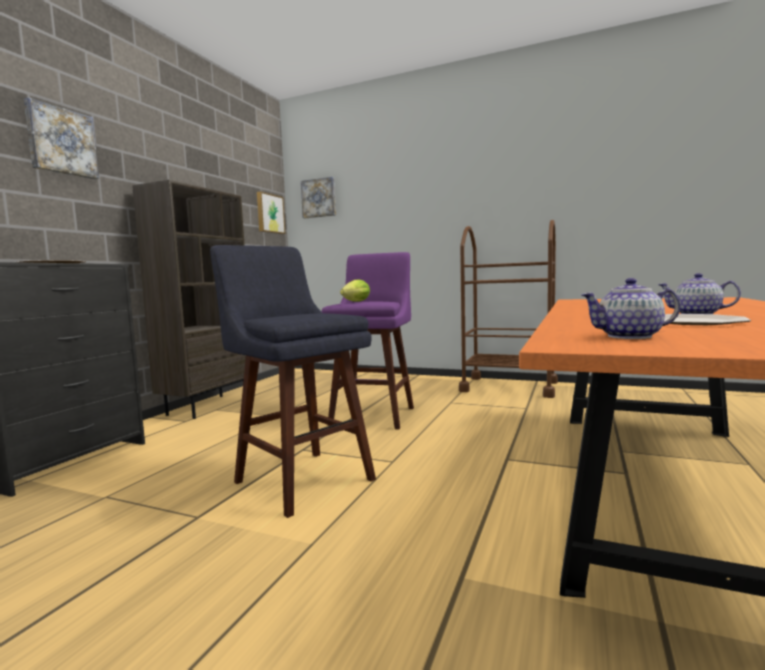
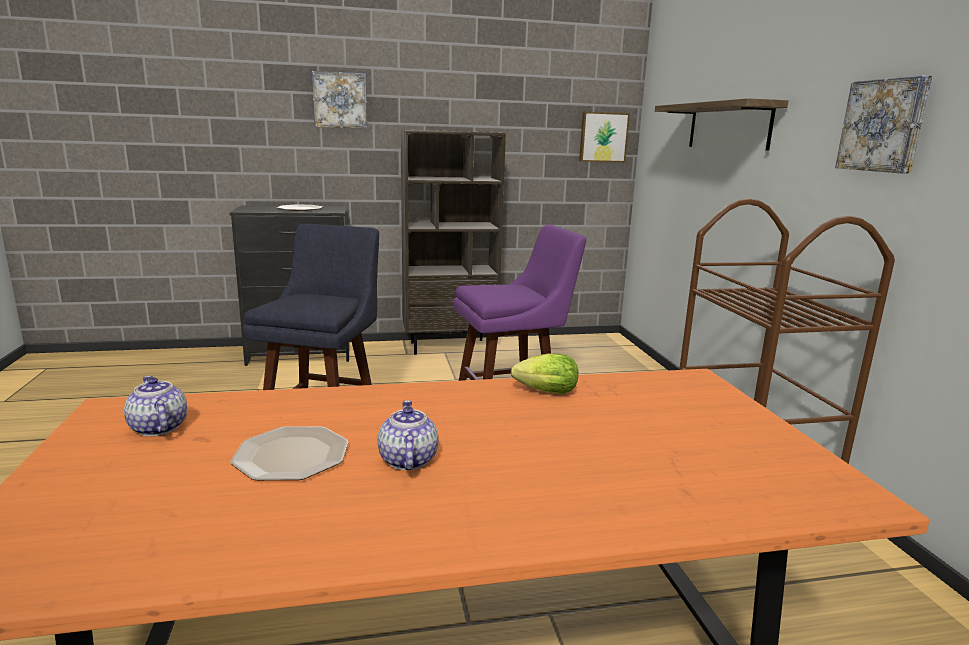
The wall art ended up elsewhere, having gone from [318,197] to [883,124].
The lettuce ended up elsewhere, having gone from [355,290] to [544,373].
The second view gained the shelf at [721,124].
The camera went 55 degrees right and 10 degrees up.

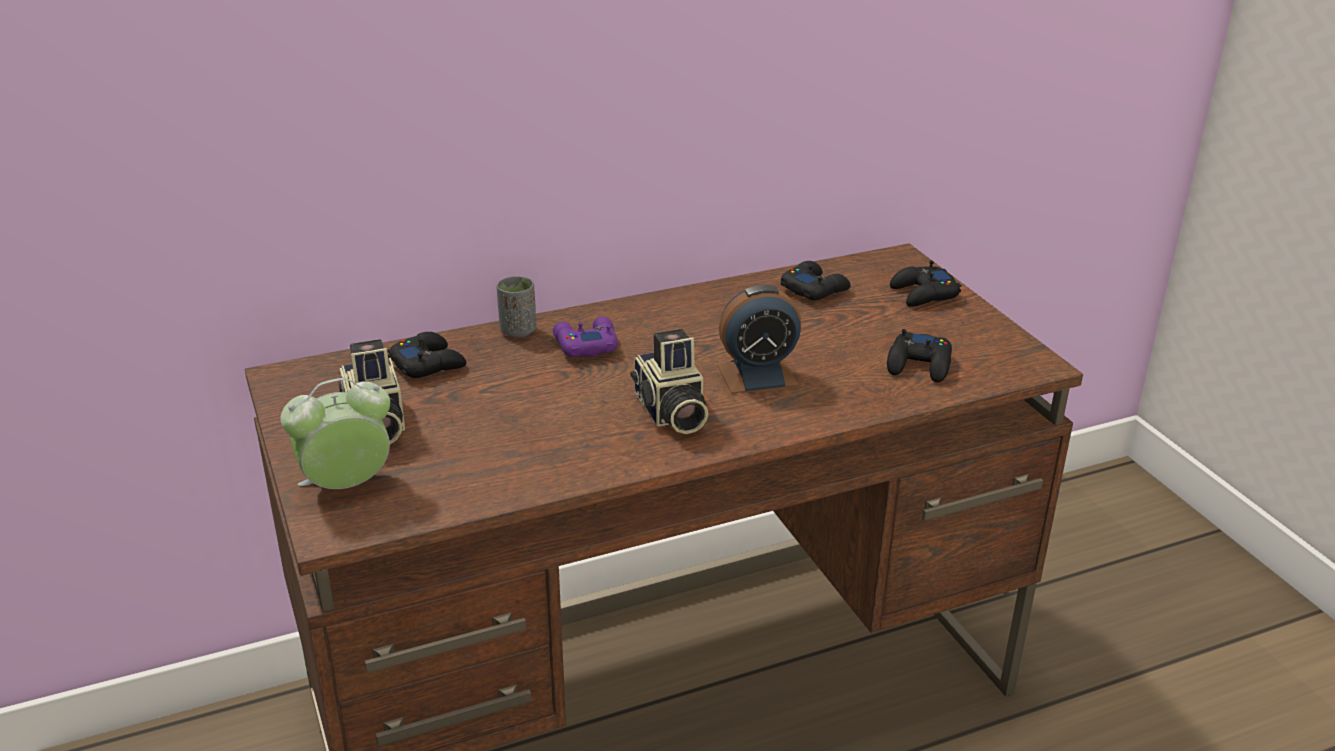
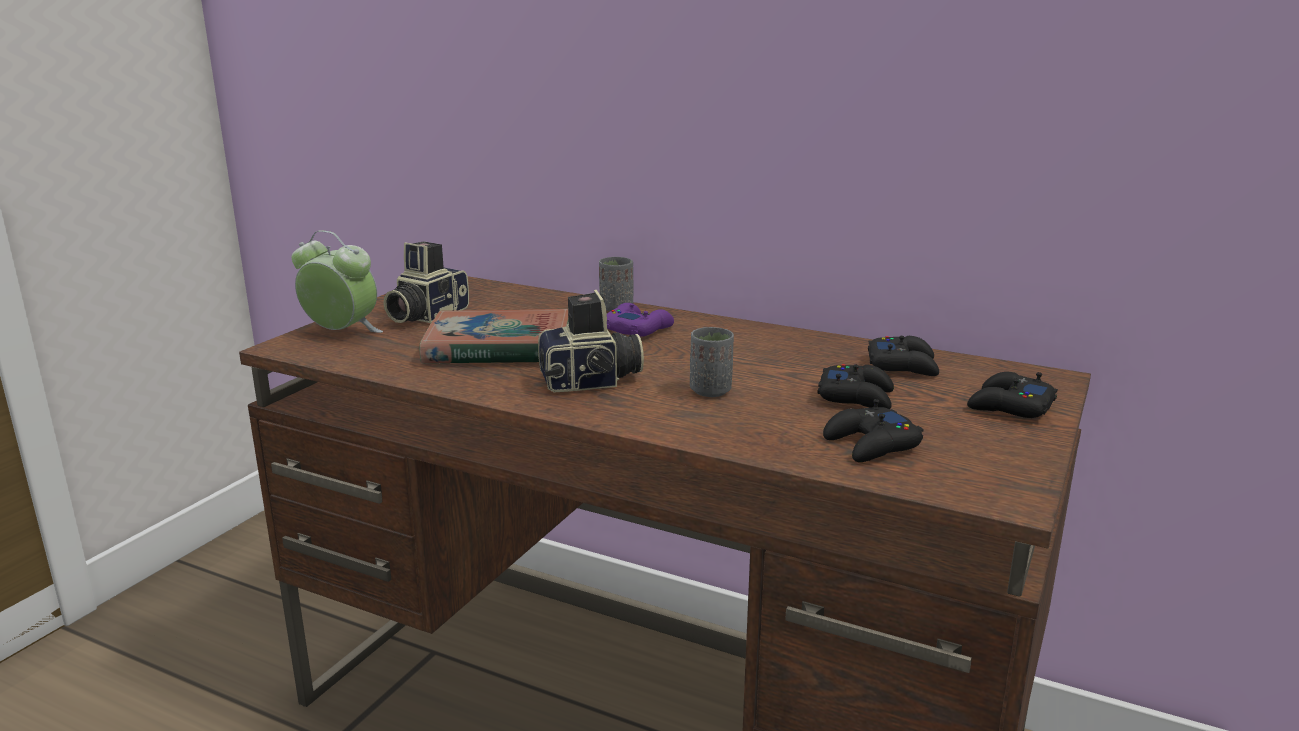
The gamepad (black) ended up elsewhere, having gone from [427,355] to [855,386].
The photo camera at [669,381] ended up facing another way, 135 degrees counterclockwise from before.
Where the bedside clock stood at [759,339], the drinking cup (gray) came to stand at [712,362].
The second view gained the bound book at [494,336].
The camera went 50 degrees right and 10 degrees down.

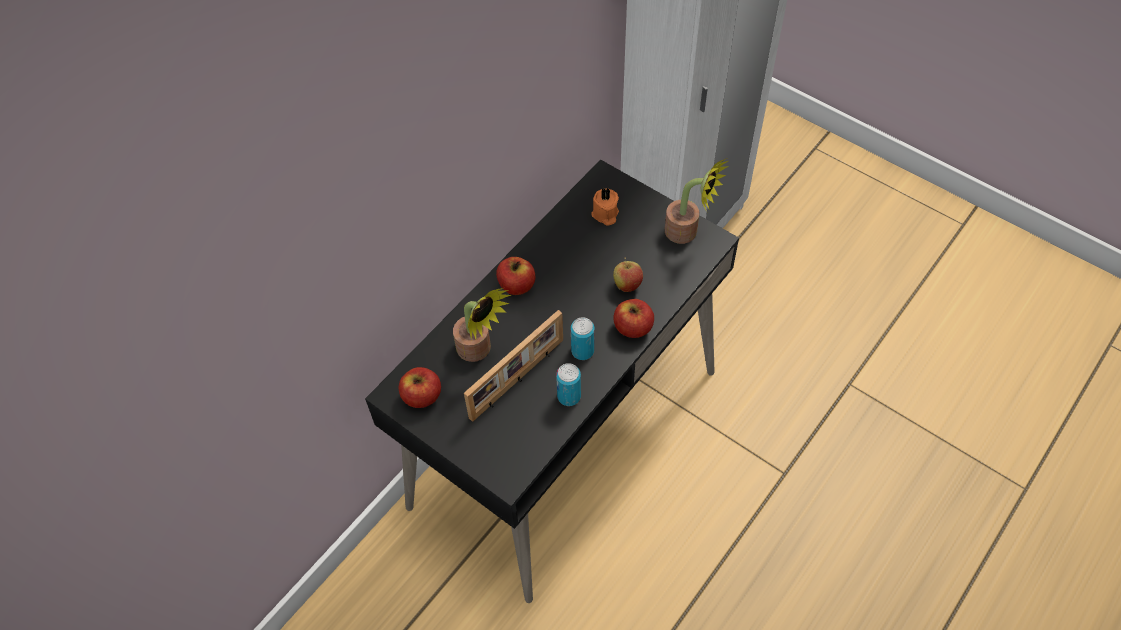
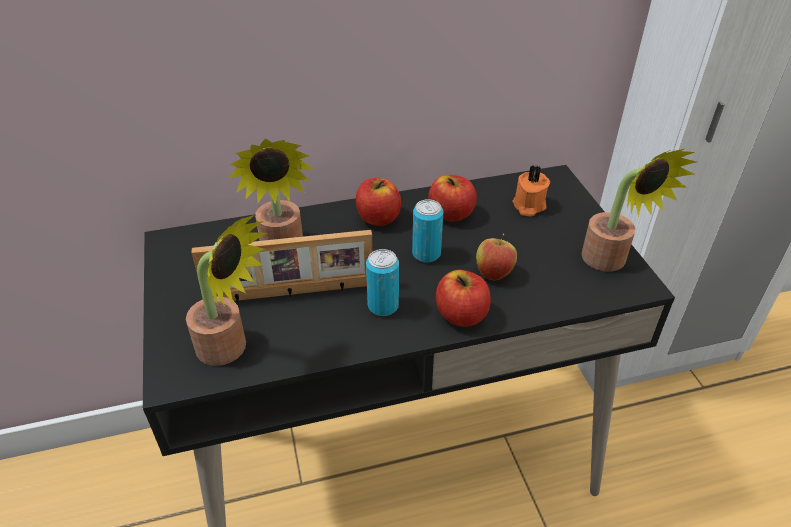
The apple fruit ended up elsewhere, having gone from [420,387] to [452,198].
The metal can ended up elsewhere, having gone from [568,384] to [427,231].
The second view gained the potted plant at [226,290].
The camera went 35 degrees right and 15 degrees down.

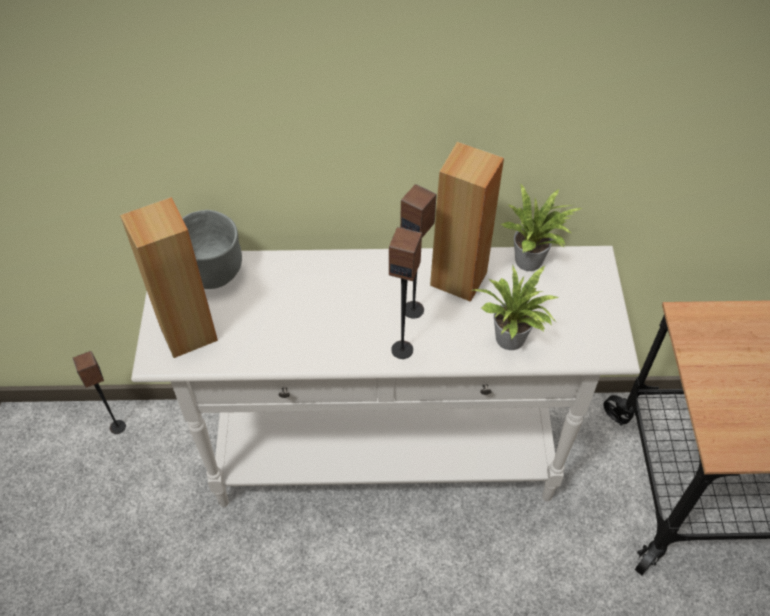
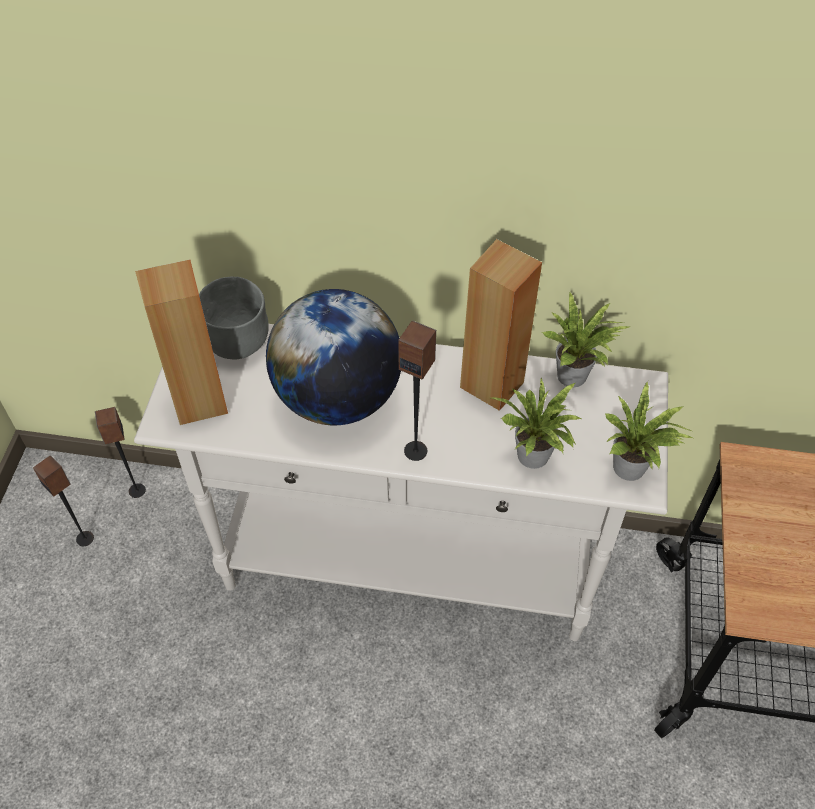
The audio speaker ended up elsewhere, having gone from [418,251] to [63,500].
The second view gained the desk globe at [333,357].
The second view gained the potted plant at [649,431].
The camera went 10 degrees right and 0 degrees up.

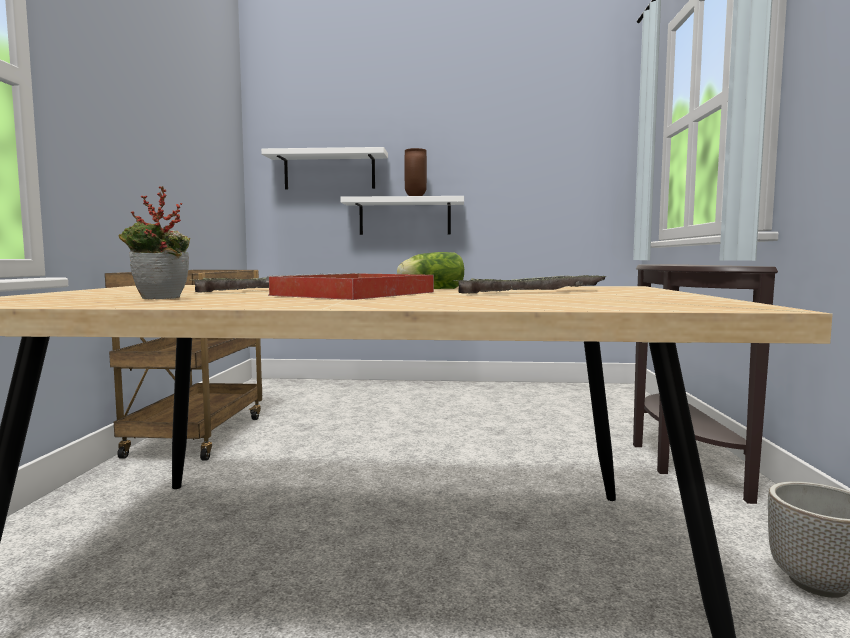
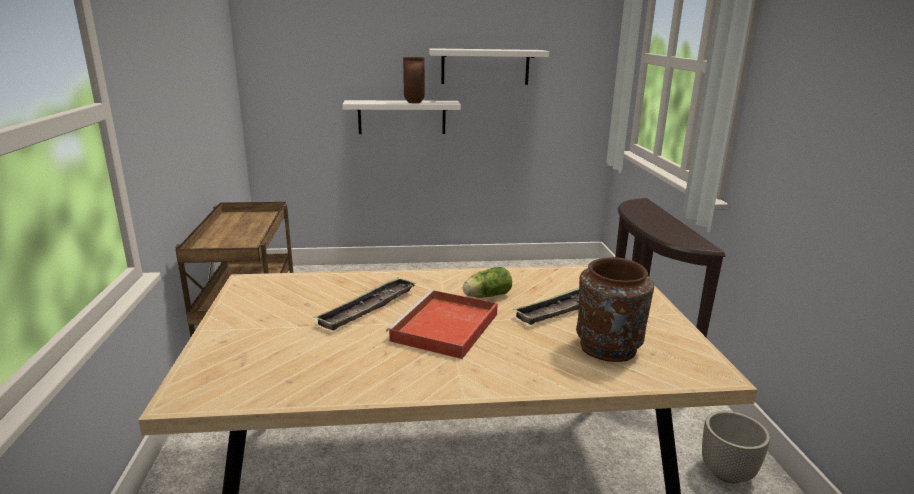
The second view lost the potted plant at [155,242].
The shelf (whitish) ended up elsewhere, having gone from [324,168] to [489,66].
The second view gained the vase (brownish) at [615,309].
The camera went 10 degrees left and 15 degrees up.

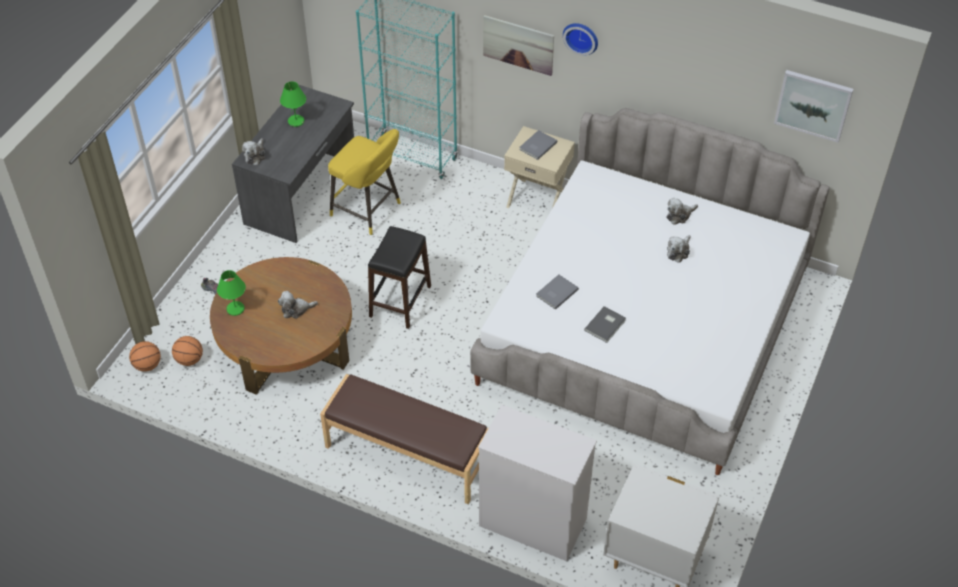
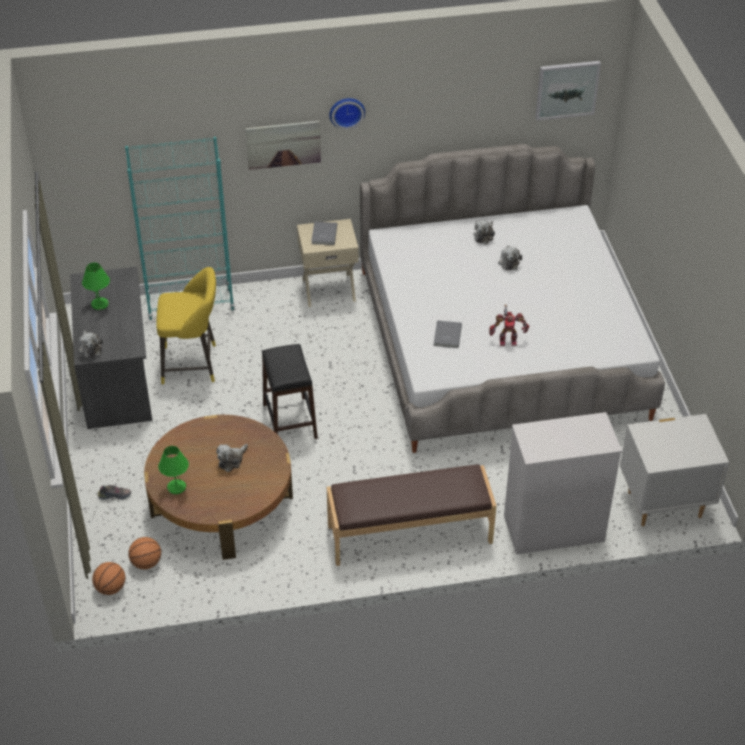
Where the bound book (gray) stood at [605,324], the toy robot came to stand at [509,325].
The camera went 35 degrees left and 5 degrees down.

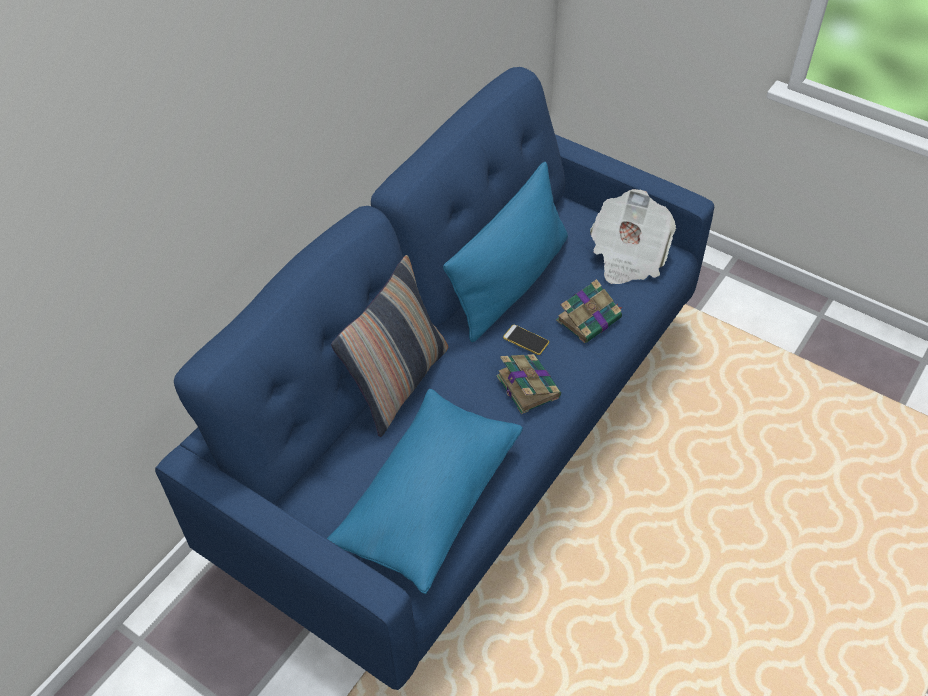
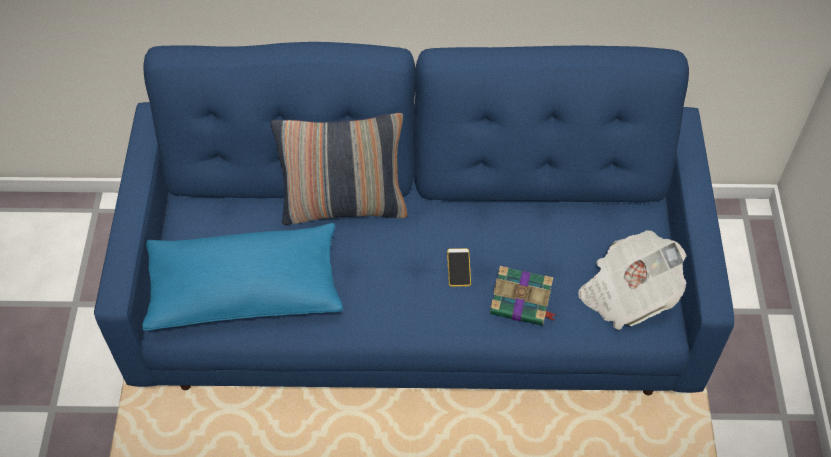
The second view lost the pillow (blue) at [505,252].
The second view lost the bound book at [528,384].
The camera went 55 degrees right and 5 degrees up.

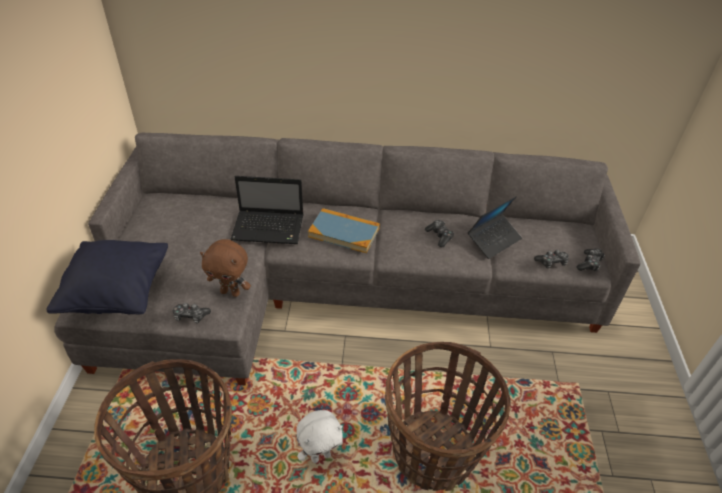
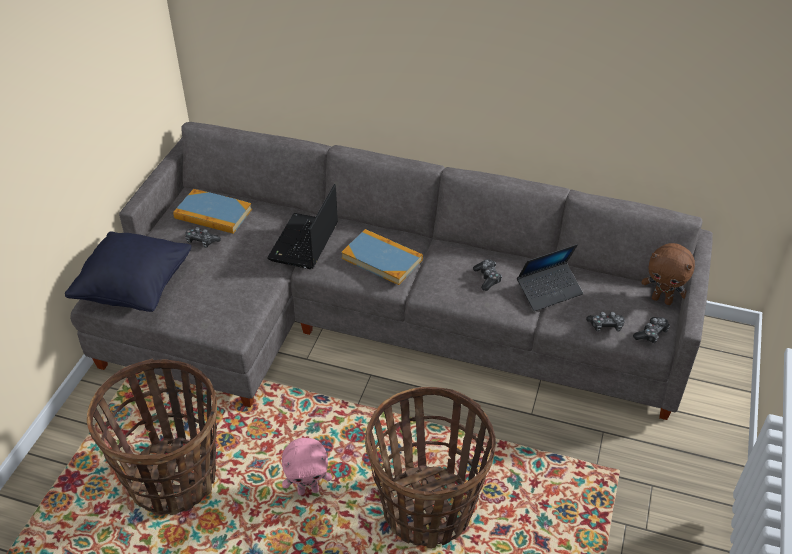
The gamepad ended up elsewhere, having gone from [192,313] to [203,237].
The cuddly toy (brownish) ended up elsewhere, having gone from [225,268] to [668,274].
The notebook computer at [267,210] ended up facing another way, 90 degrees clockwise from before.
What was the cuddly toy (whitish) at [320,436] turned into the cuddly toy (pinkish) at [307,466].
The second view gained the bound book at [212,211].
The camera went 15 degrees right and 0 degrees up.

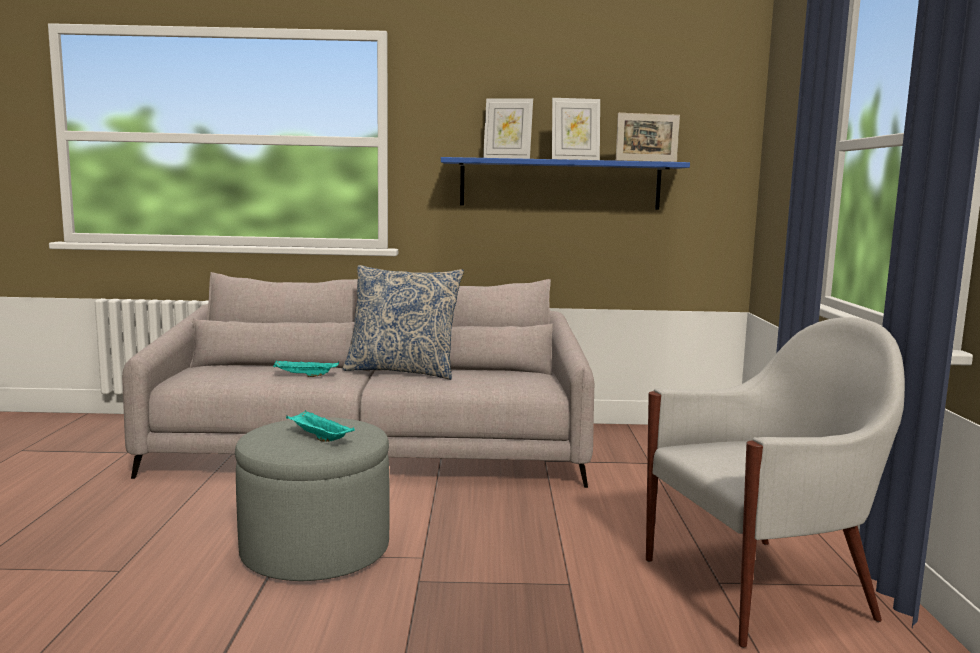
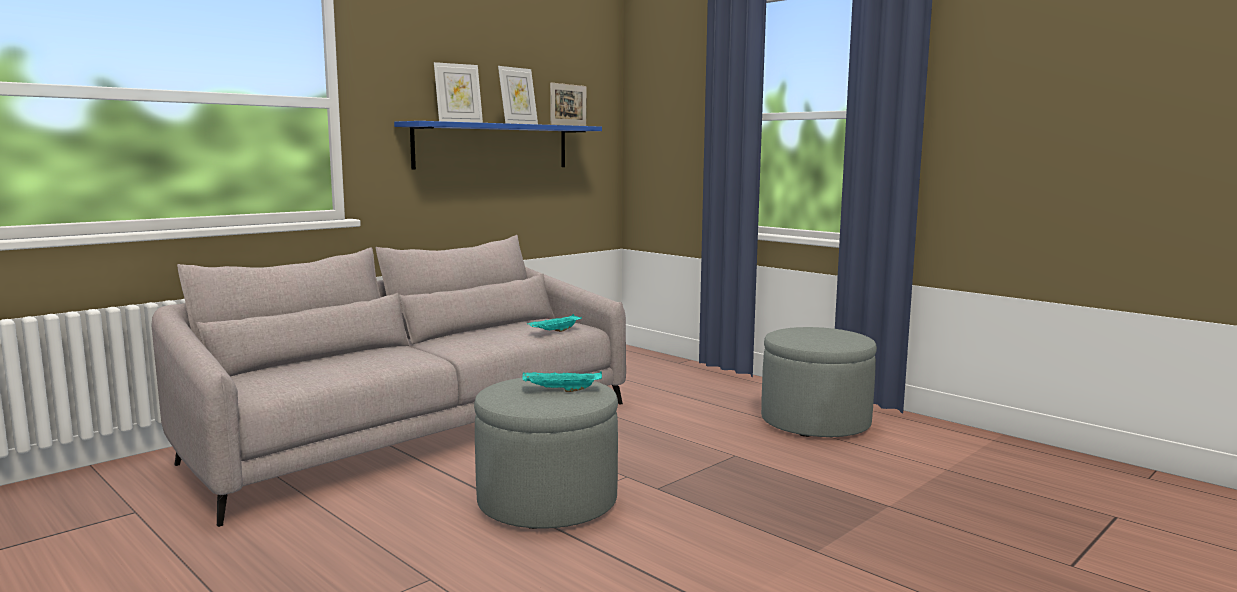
The tray (turquoise-coloured) ended up elsewhere, having gone from [306,369] to [554,323].
The second view lost the pillow at [403,322].
Where the armchair (whitish) stood at [775,482], the pouffe (gray) came to stand at [819,382].
The camera went 45 degrees left and 0 degrees up.

